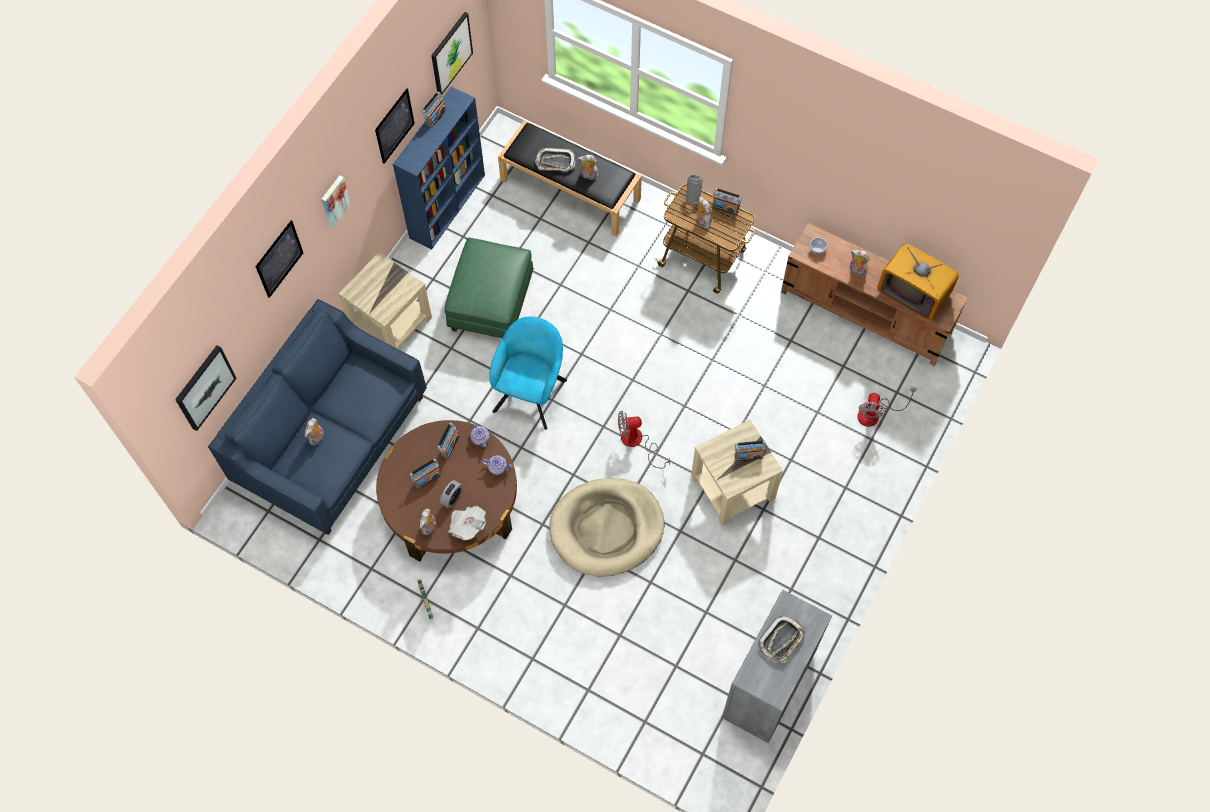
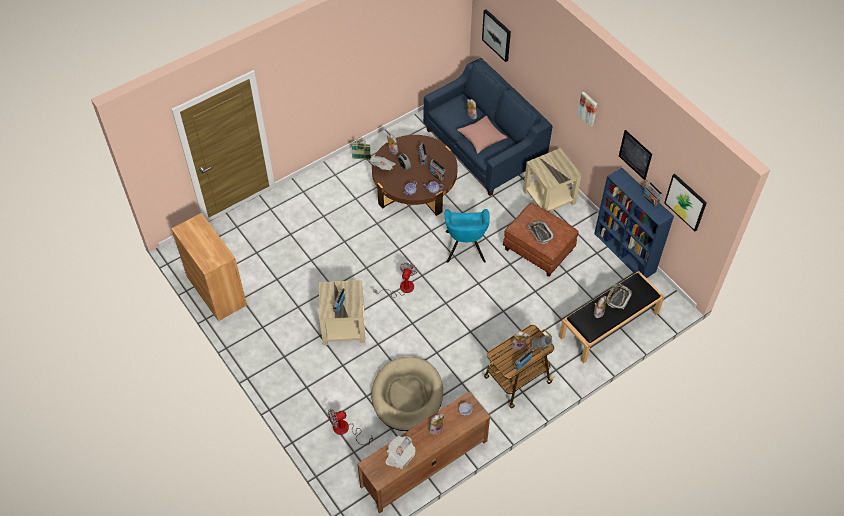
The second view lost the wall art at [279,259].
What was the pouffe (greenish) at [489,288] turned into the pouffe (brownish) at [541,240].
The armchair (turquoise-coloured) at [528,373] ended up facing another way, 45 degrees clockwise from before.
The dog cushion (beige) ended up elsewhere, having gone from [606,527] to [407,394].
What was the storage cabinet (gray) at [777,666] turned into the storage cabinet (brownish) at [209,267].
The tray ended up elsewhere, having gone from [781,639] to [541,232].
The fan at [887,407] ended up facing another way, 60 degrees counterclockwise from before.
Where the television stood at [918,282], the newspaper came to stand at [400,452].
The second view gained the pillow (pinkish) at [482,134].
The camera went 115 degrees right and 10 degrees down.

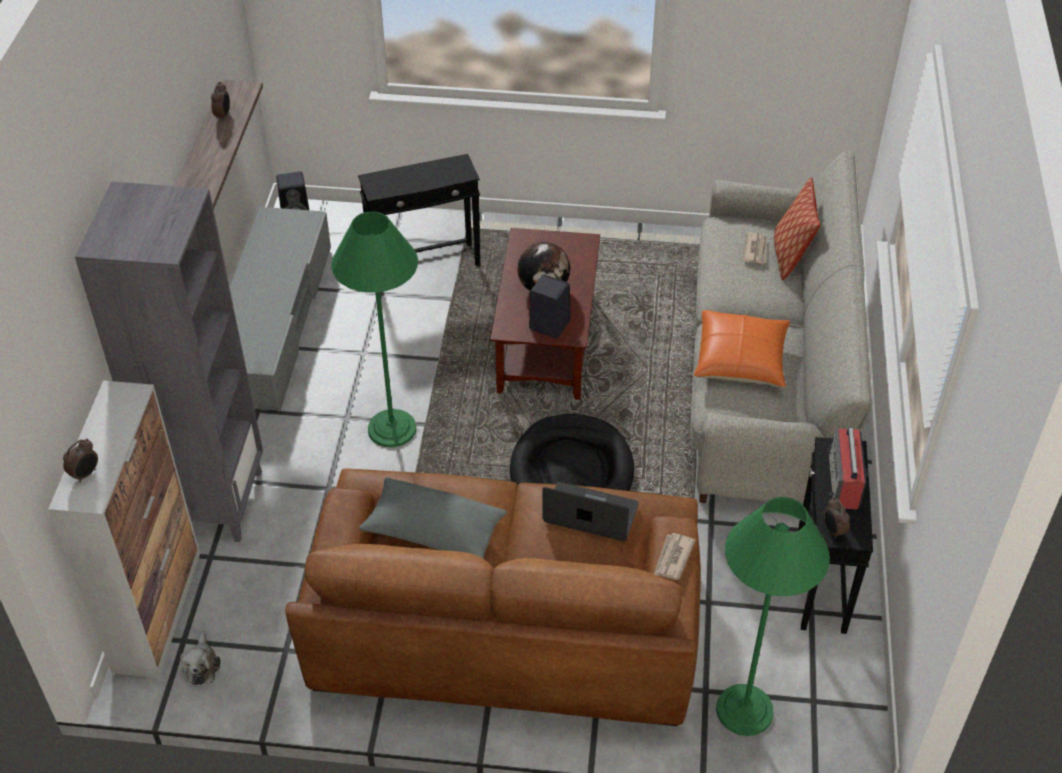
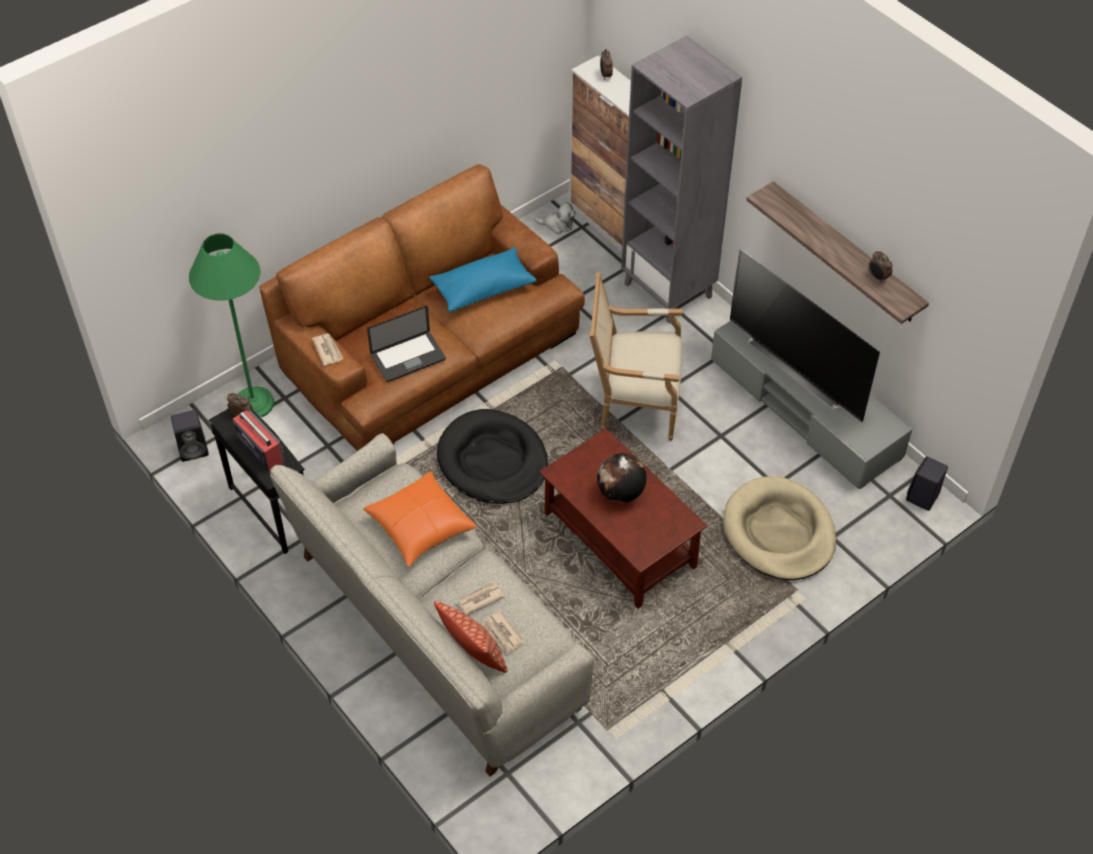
The cuddly toy at [200,658] ended up facing another way, 150 degrees clockwise from before.
Where the floor lamp (greenish) stood at [374,329], the armchair came to stand at [636,357].
Where the side table (black) stood at [419,210], the dog cushion (beige) came to stand at [779,528].
What was the pillow (gray) at [433,518] turned into the pillow (blue) at [483,279].
The audio speaker (black) ended up elsewhere, having gone from [550,306] to [190,436].
The second view gained the newspaper at [480,598].
The second view gained the television at [805,335].
The camera went 135 degrees right and 5 degrees up.

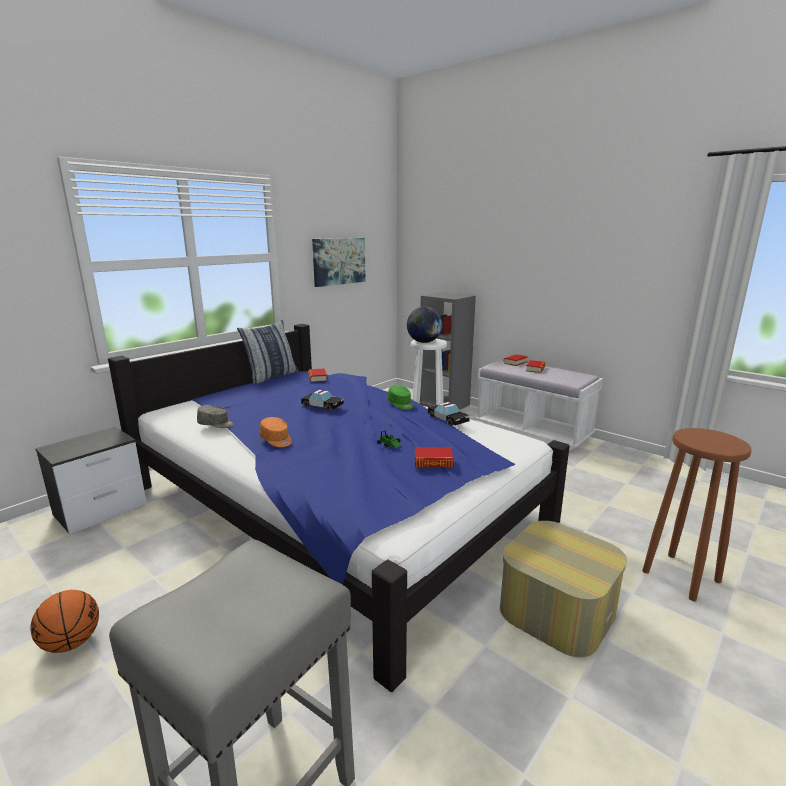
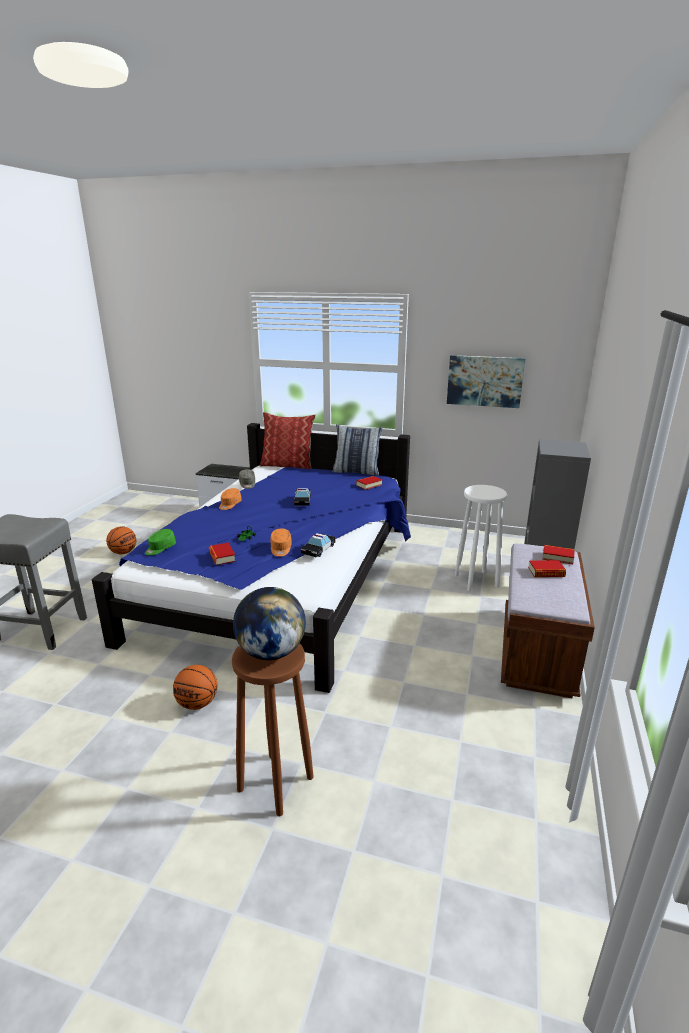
The baseball cap (greenish) ended up elsewhere, having gone from [400,397] to [160,542].
The desk globe ended up elsewhere, having gone from [425,325] to [269,623].
What was the bench (whitish) at [539,406] turned into the bench (brownish) at [548,621].
Where the pouffe stood at [563,589], the basketball ball came to stand at [195,687].
The second view gained the pillow at [288,440].
The second view gained the baseball cap (orange) at [281,542].
The camera went 65 degrees right and 5 degrees up.

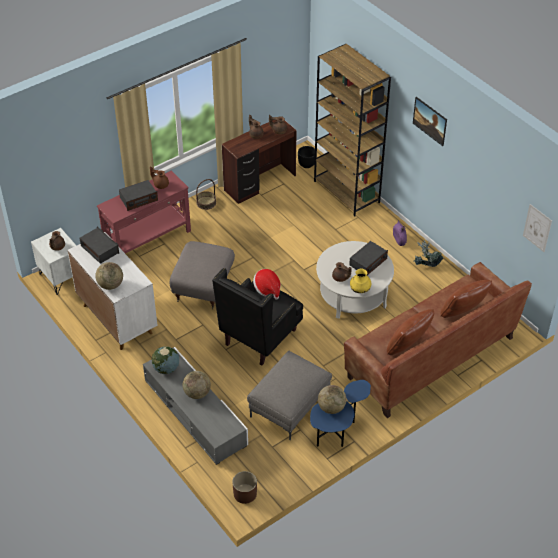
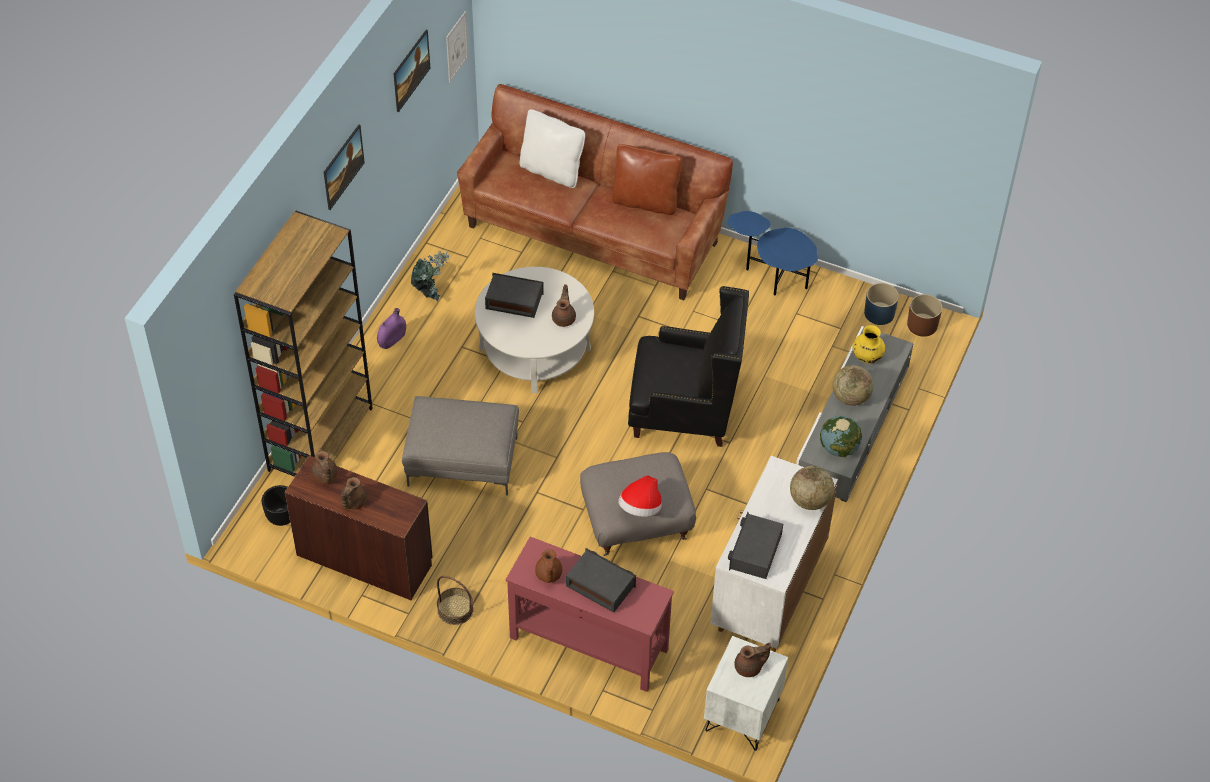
The pouffe (gray) ended up elsewhere, having gone from [289,395] to [460,446].
The wearable hat ended up elsewhere, having gone from [267,284] to [640,496].
The second view lost the desk globe at [332,399].
The vase (yellowish) ended up elsewhere, having gone from [360,281] to [869,344].
What was the pillow (brownish) at [466,299] turned into the pillow (whitish) at [552,148].
The second view gained the wall art at [412,71].
The second view gained the flower pot (blue) at [881,304].
The camera went 120 degrees left and 5 degrees up.

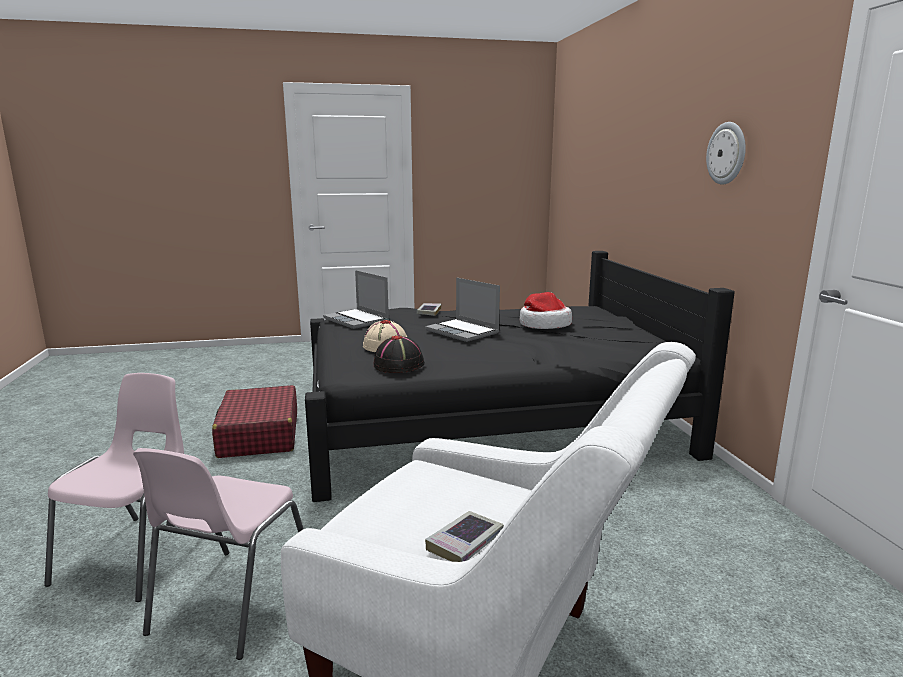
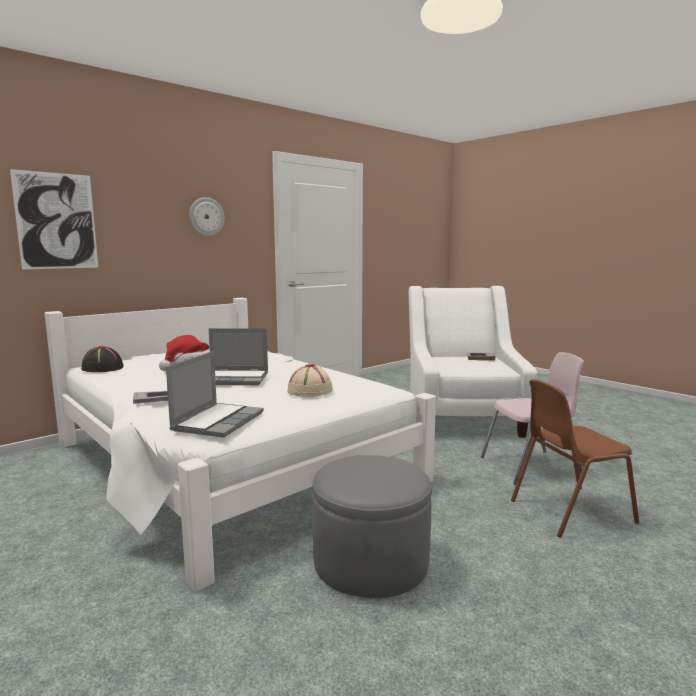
What was the plain chair (pinkish) at [114,487] turned into the plain chair (brownish) at [575,458].
Where the suitcase (red-coloured) stood at [254,421], the pouffe (gray) came to stand at [372,526].
What was the bed (black) at [520,376] turned into the bed (whitish) at [240,445].
The wearable hat (black) ended up elsewhere, having gone from [399,354] to [102,359].
The notebook computer at [462,309] ended up facing another way, 75 degrees clockwise from before.
The second view gained the wall art at [54,219].
The camera went 120 degrees left and 5 degrees down.

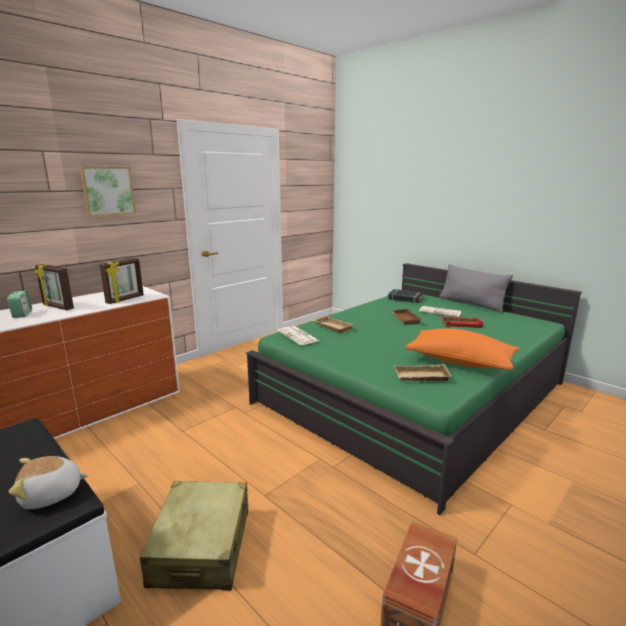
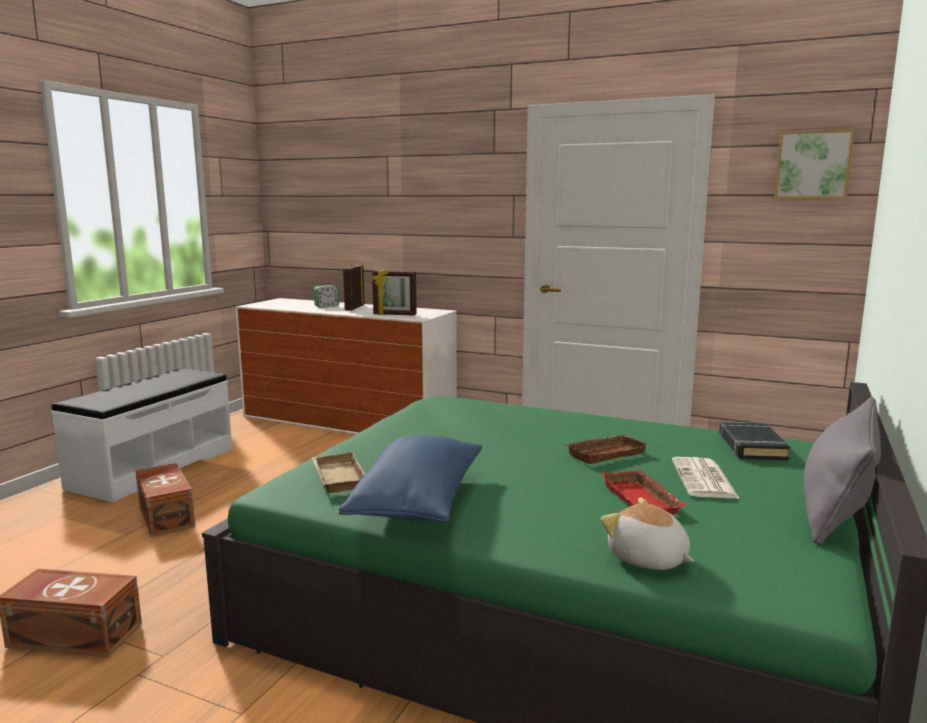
The cuddly toy ended up elsewhere, having gone from [49,482] to [647,533].
The wall art ended up elsewhere, having gone from [108,191] to [814,163].
Where the suitcase (beige) stood at [194,536], the storage bin (brownish) came to stand at [165,500].
The second view lost the newspaper at [298,335].
The second view lost the tray (beige) at [333,324].
What was the pillow (orange) at [462,349] turned into the pillow (blue) at [410,478].
The camera went 70 degrees right and 5 degrees down.

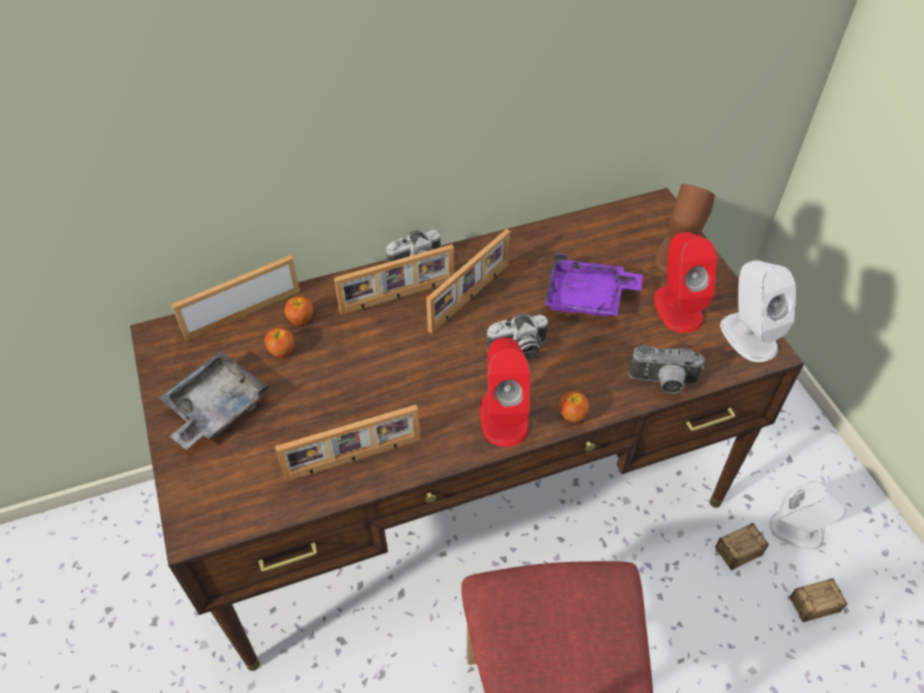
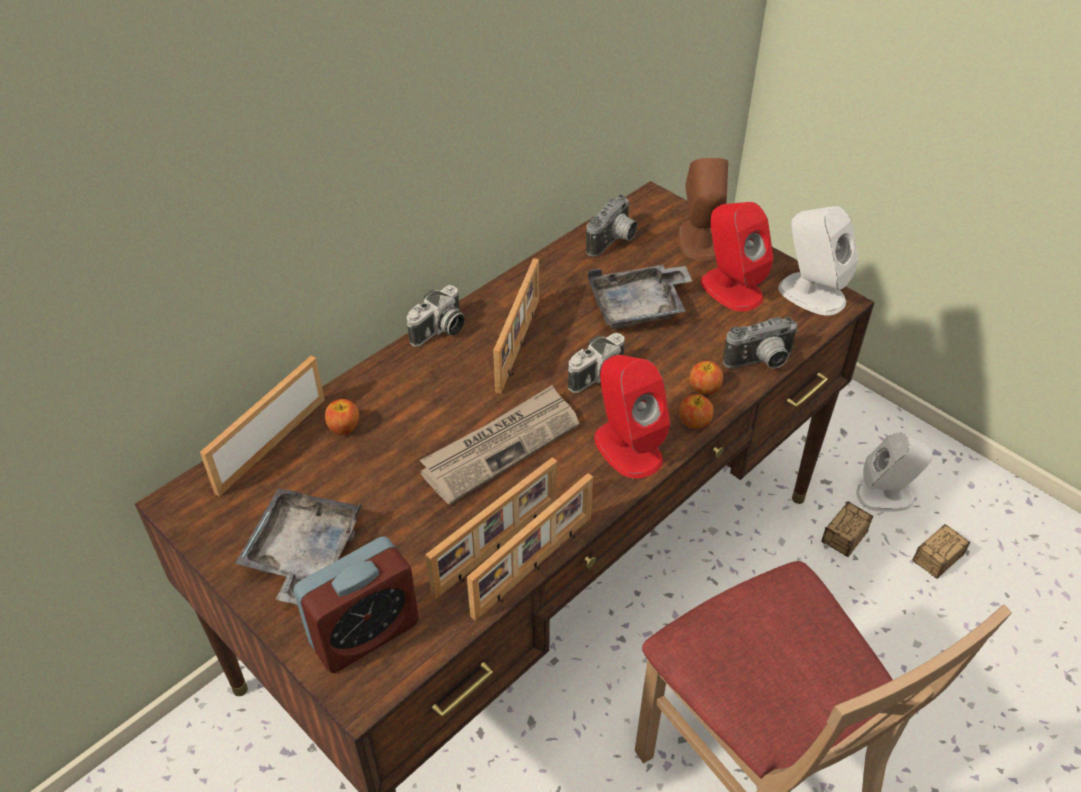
The apple fruit ended up elsewhere, having gone from [279,343] to [706,377].
The standing frame ended up elsewhere, having gone from [394,279] to [530,547].
What was the tray (purple) at [593,285] turned into the tray (gray) at [640,297].
The second view gained the bedside clock at [356,604].
The second view gained the newspaper at [500,445].
The second view gained the photo camera at [612,226].
The camera went 25 degrees left and 5 degrees down.

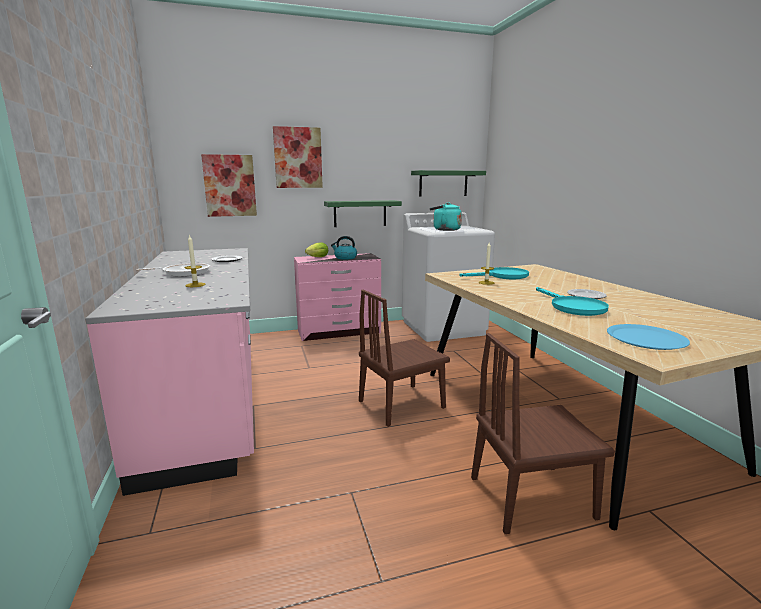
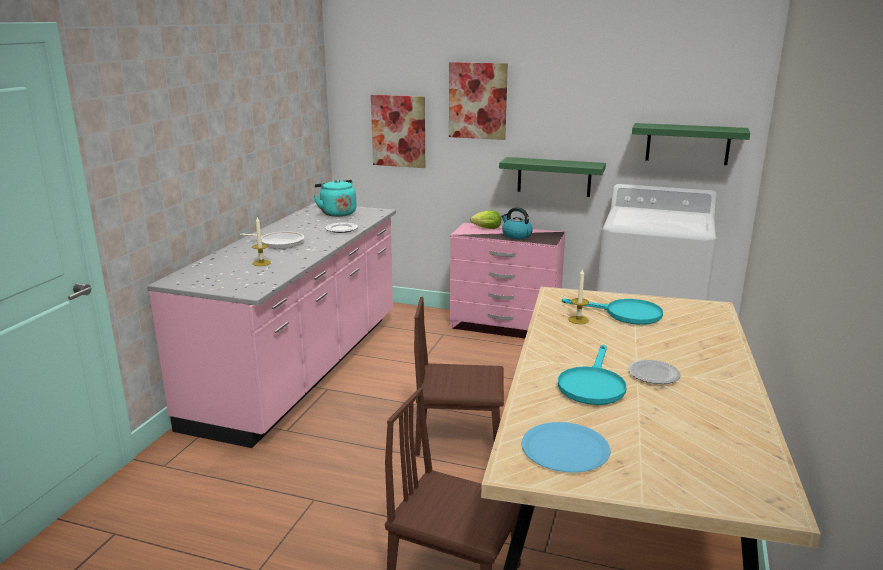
The kettle (turquoise-coloured) ended up elsewhere, having gone from [446,216] to [335,198].
The camera went 35 degrees right and 5 degrees up.

